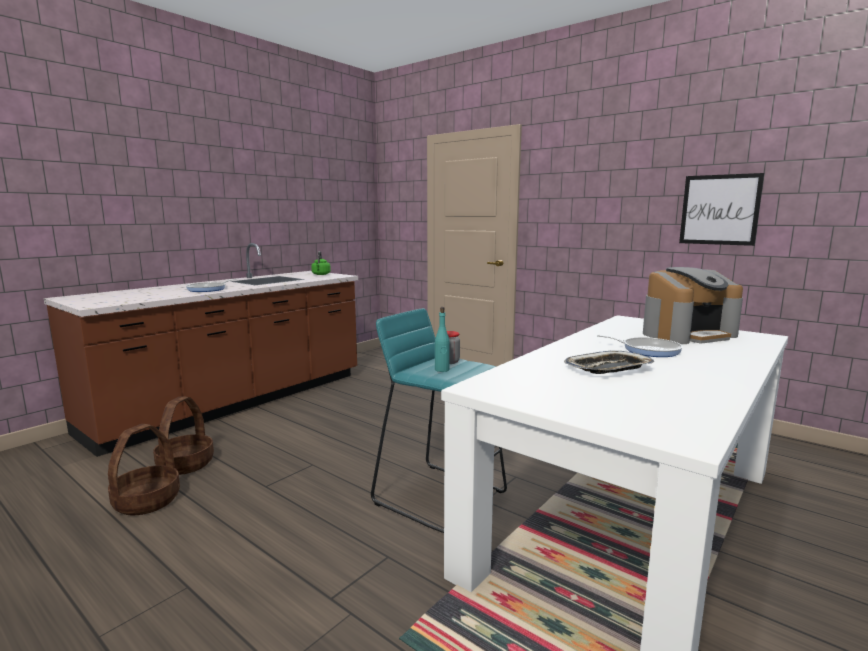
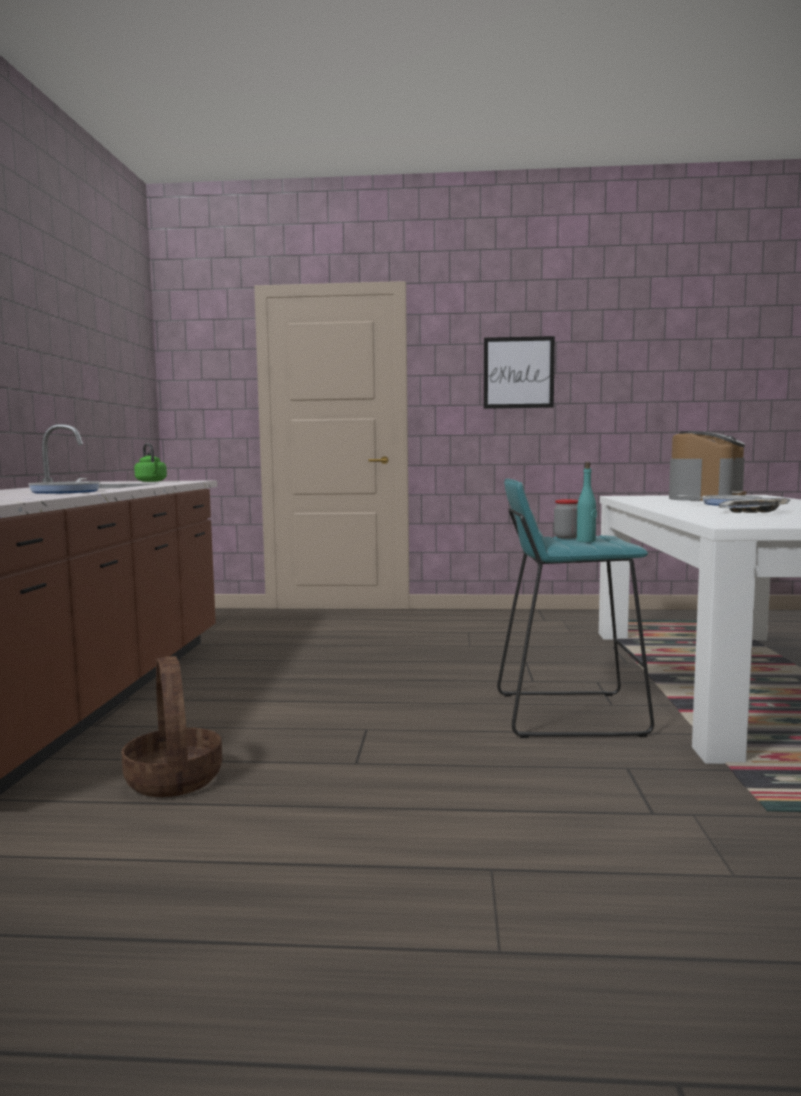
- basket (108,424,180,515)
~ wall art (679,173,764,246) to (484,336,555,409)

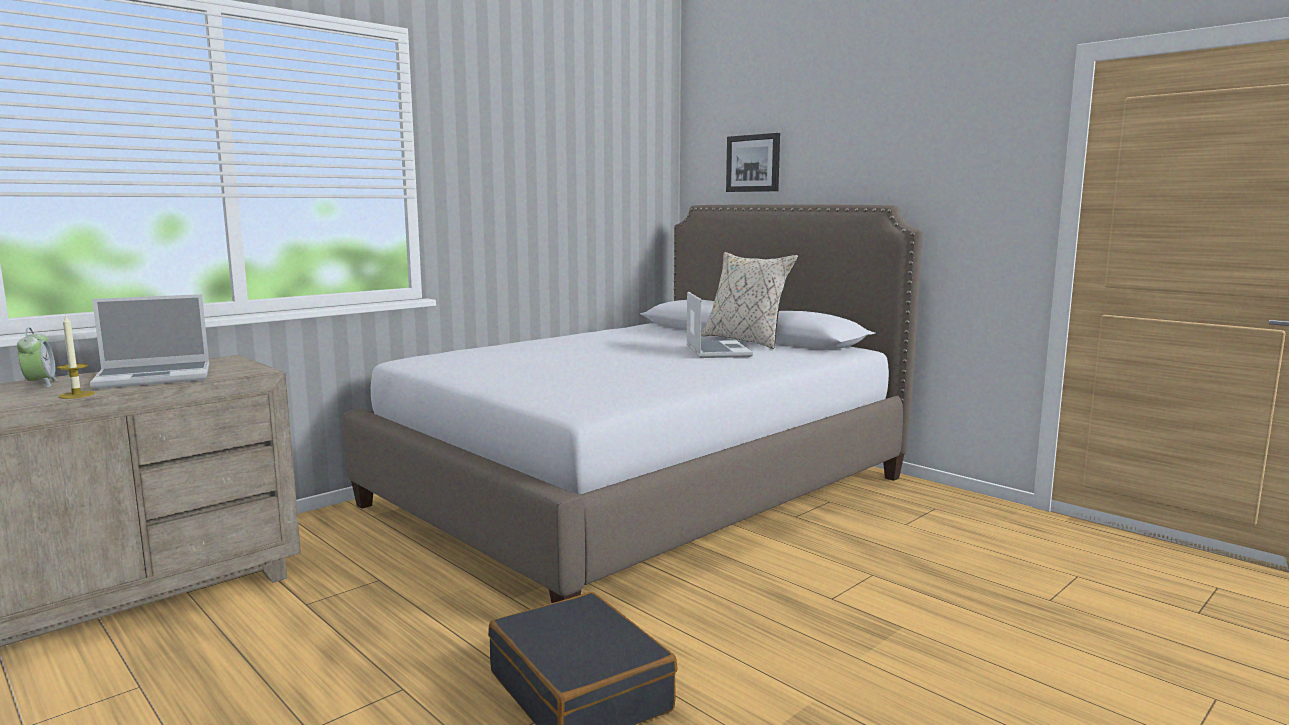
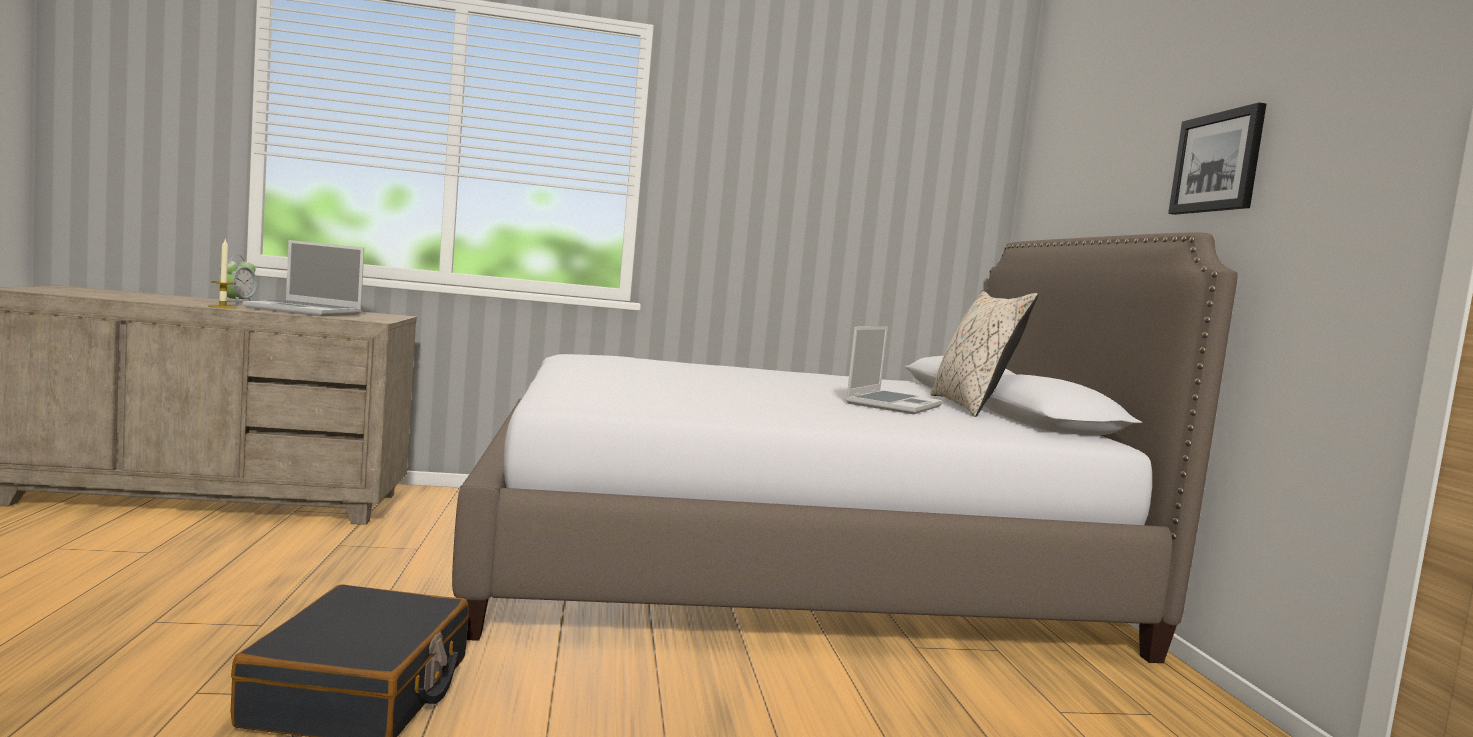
~ wall art (726,133,780,192) to (1168,103,1266,215)

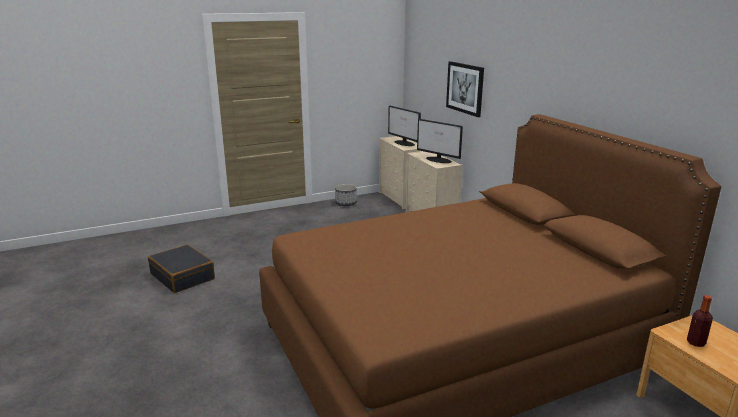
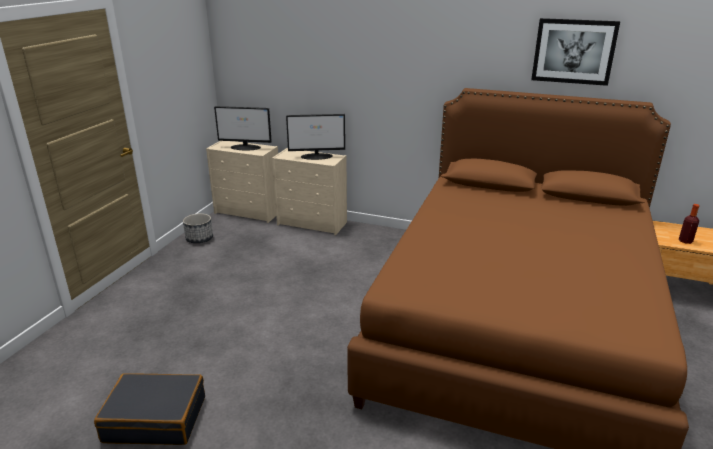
~ wall art (446,61,484,117) to (531,18,620,86)

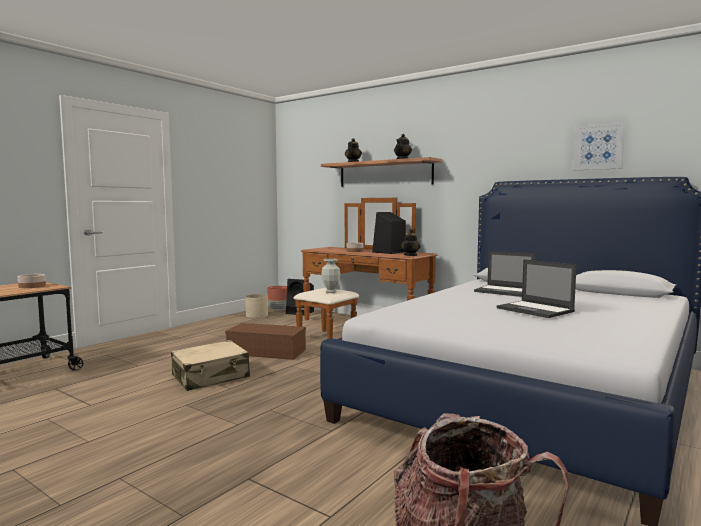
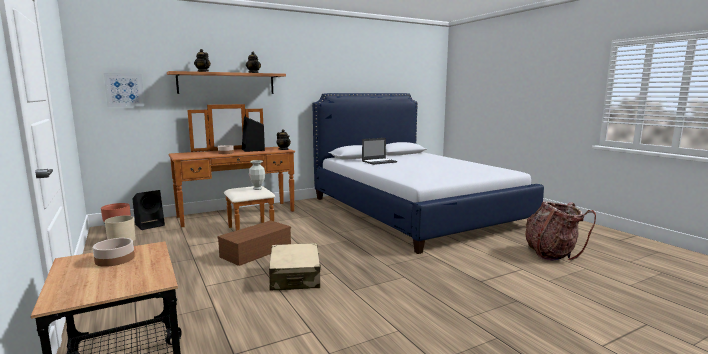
- notebook computer (496,259,577,318)
~ wall art (573,122,625,170) to (104,73,145,107)

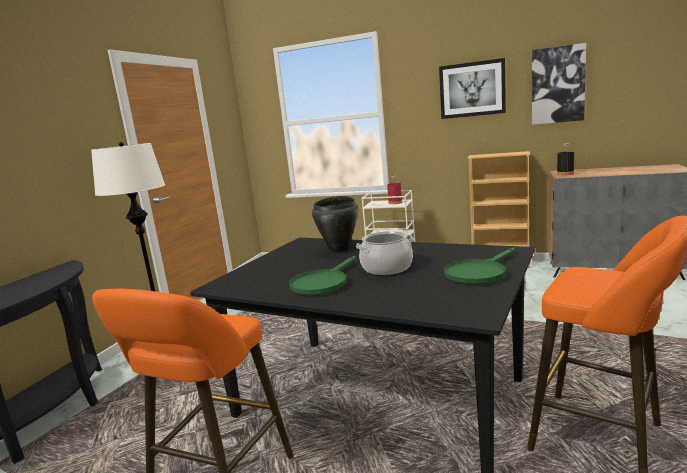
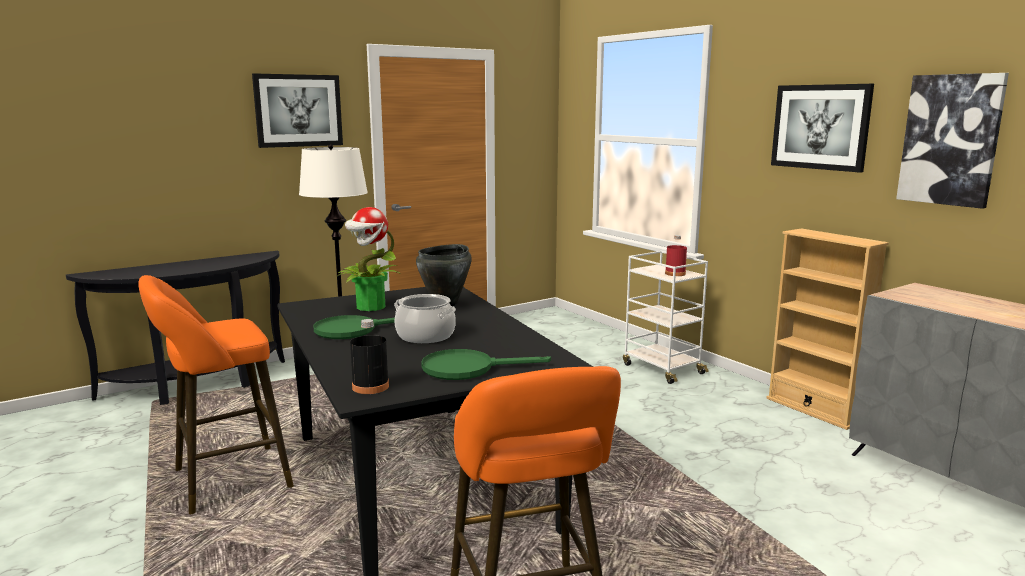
+ wall art (252,73,343,148)
+ potted plant (336,207,399,311)
~ beverage bottle (black-coloured) (557,143,574,175) to (350,319,389,394)

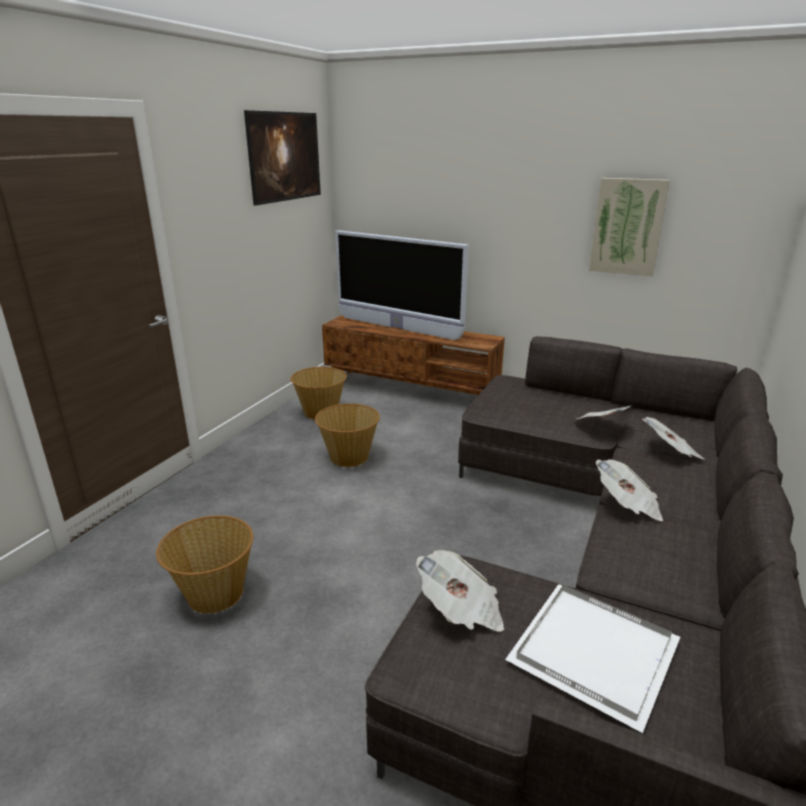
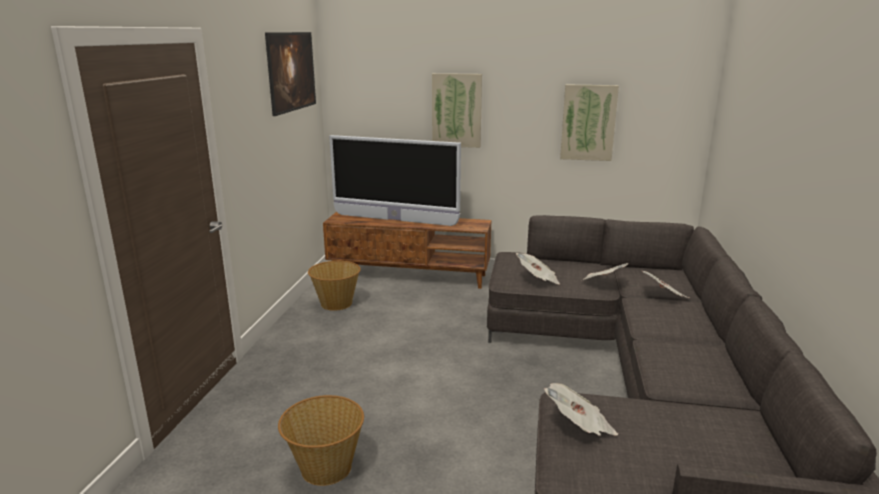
- basket (315,403,380,467)
- carrying tray (whitish) (505,584,680,733)
+ wall art (432,73,482,148)
~ daily paper (596,459,663,521) to (516,253,560,284)

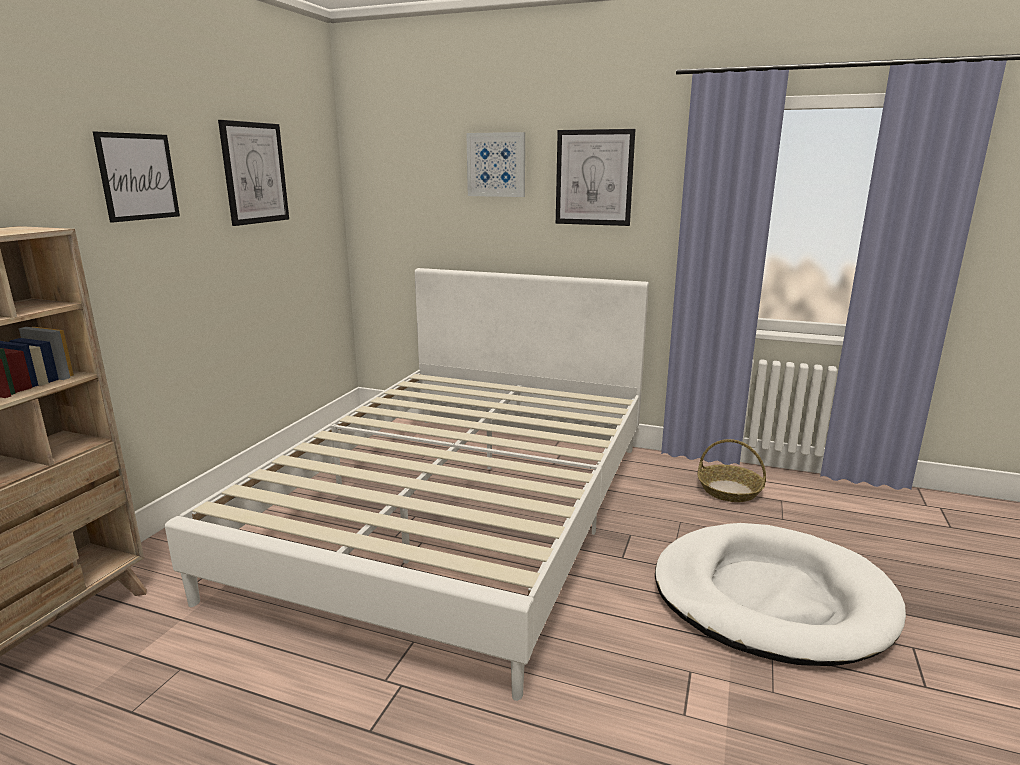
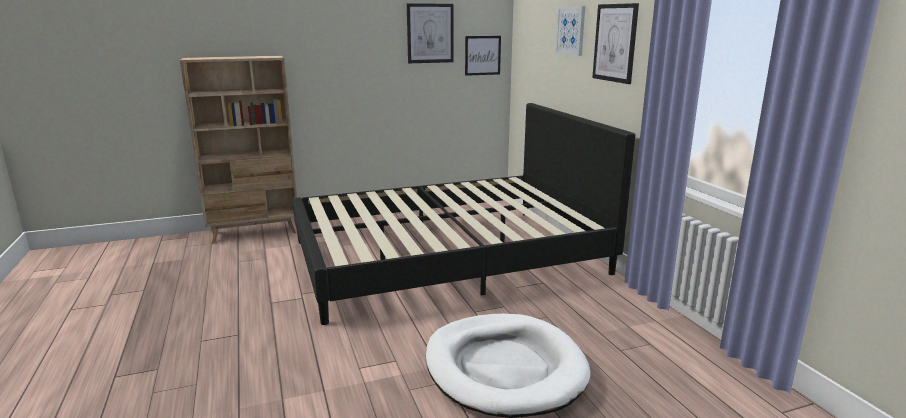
- basket (698,439,766,502)
~ wall art (93,131,180,223) to (465,36,501,76)
~ bedroom bed (whitish) (165,268,649,701) to bedroom bed (black-coloured) (293,103,635,325)

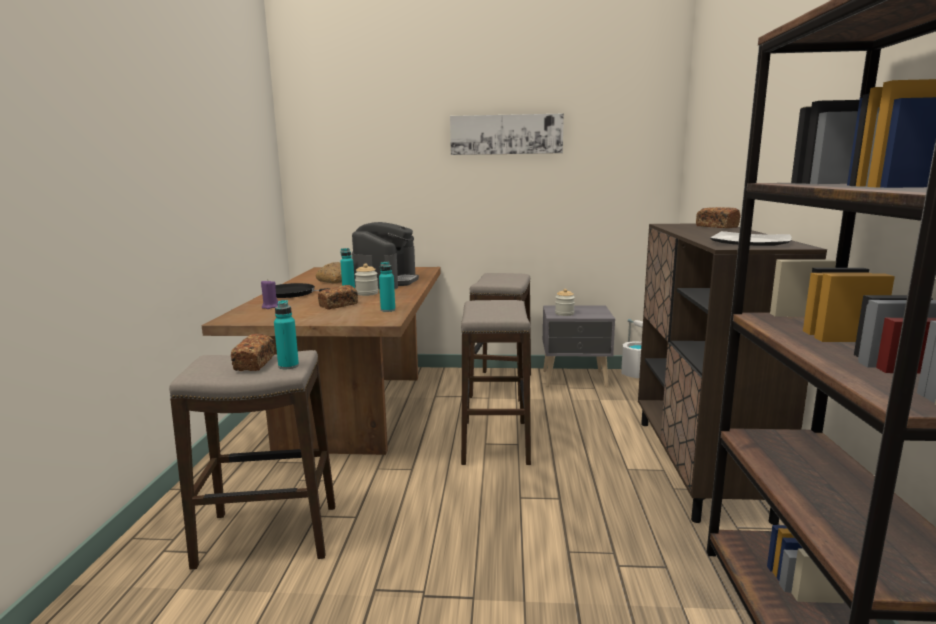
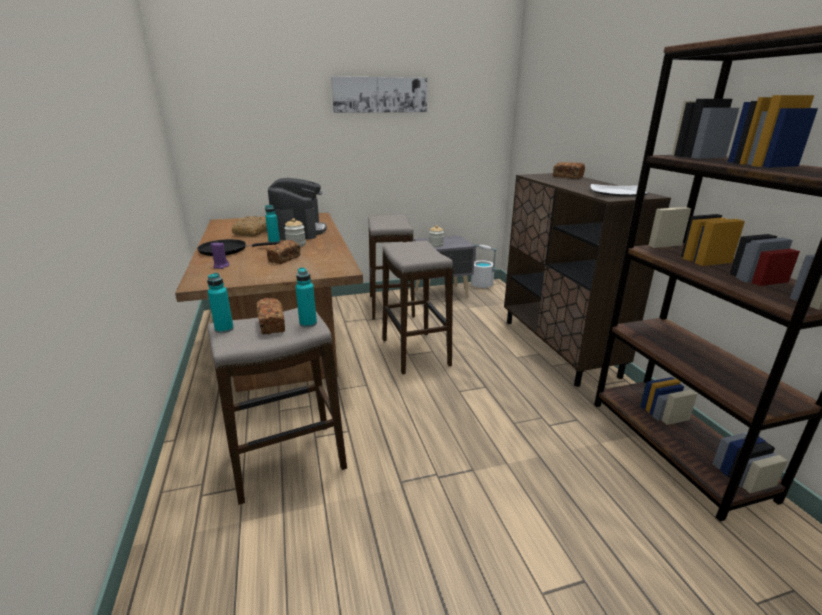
~ beverage bottle (turquoise) (379,261,395,312) to (207,273,234,333)

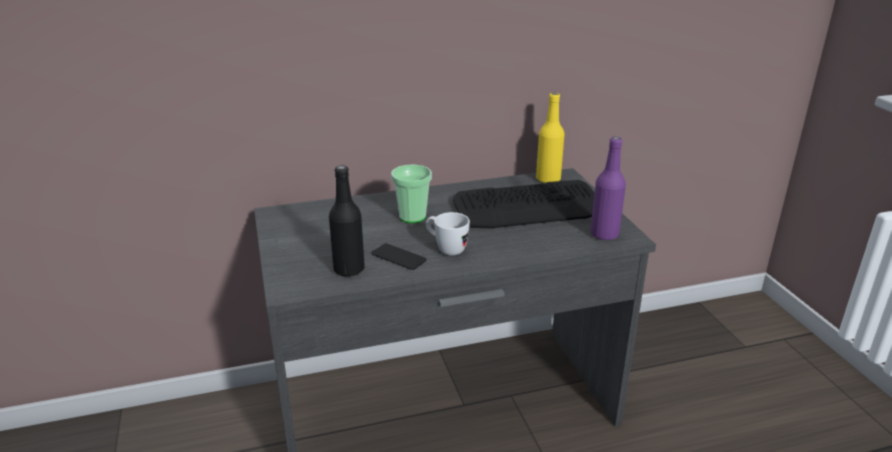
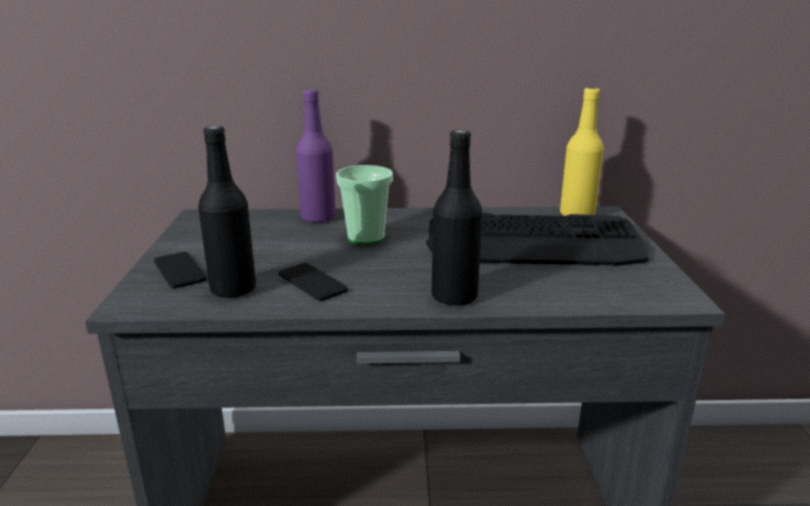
- coffee mug (whitish) (426,212,470,256)
+ handset (154,252,207,288)
+ beverage bottle (black-coloured) (432,130,482,306)
~ beverage bottle (purple) (590,137,626,240) to (296,89,336,223)

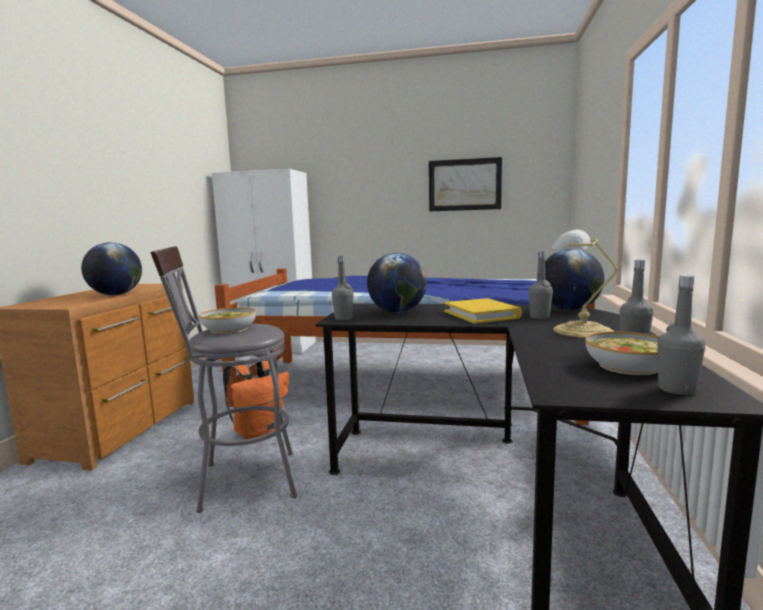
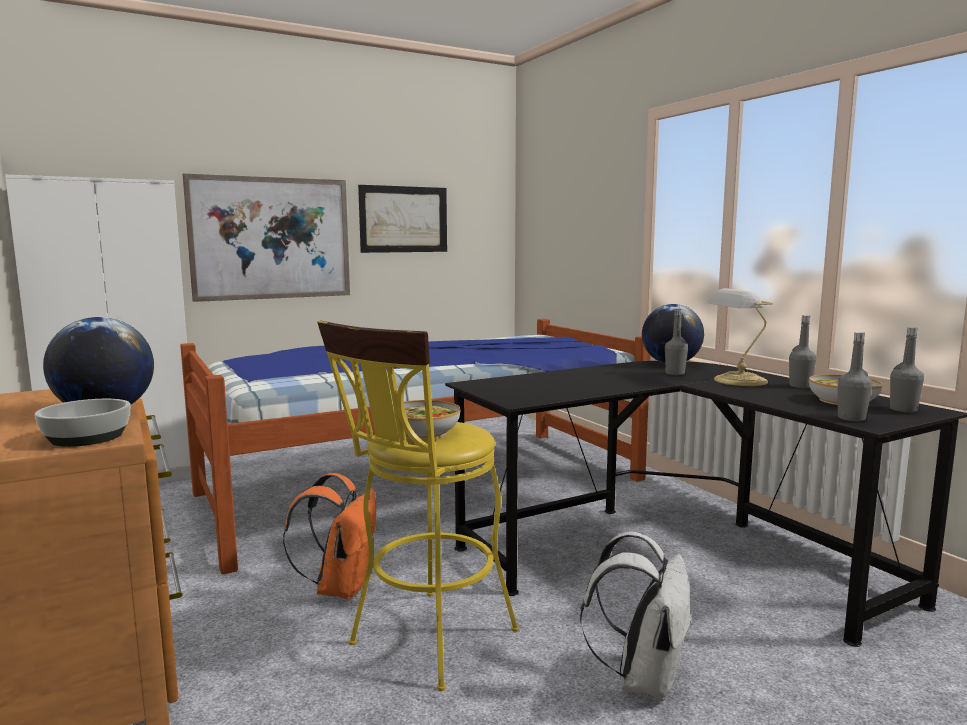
- world globe (367,253,427,313)
- book (yellow-coloured) (444,298,522,324)
+ serving bowl (35,399,130,447)
+ wall art (183,174,350,302)
+ backpack (whitish) (580,532,692,700)
~ beverage bottle (gray) (332,256,354,320) to (838,332,872,421)
~ sitting stool (gray) (150,246,297,513) to sitting stool (yellow-coloured) (317,320,519,691)

